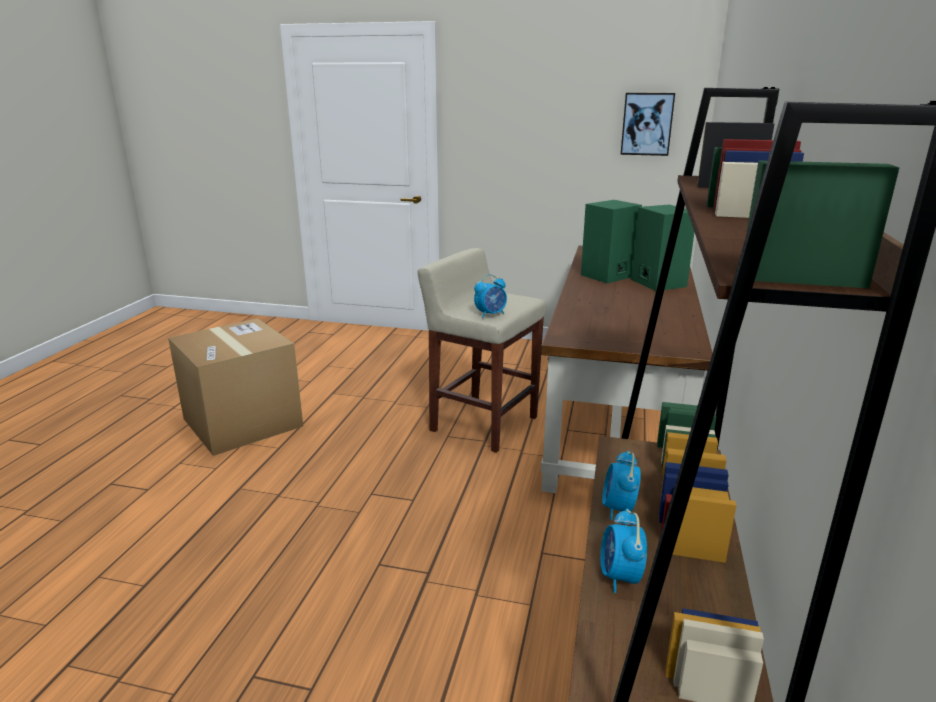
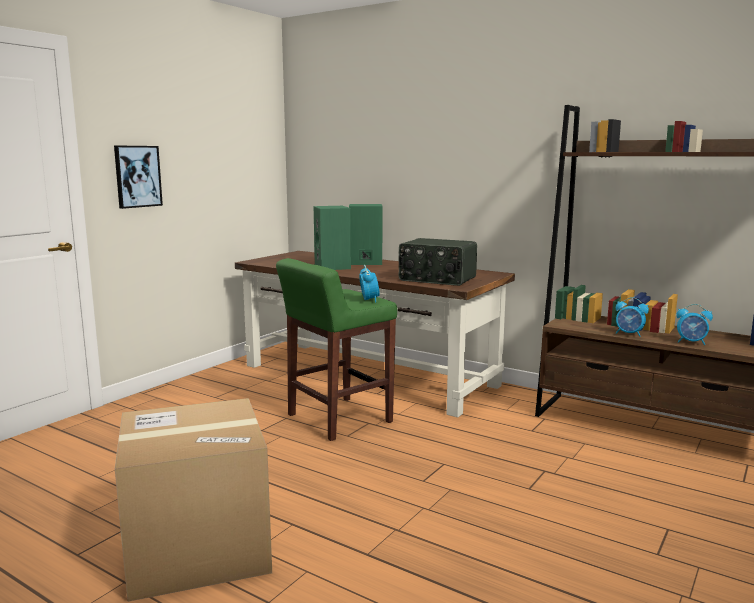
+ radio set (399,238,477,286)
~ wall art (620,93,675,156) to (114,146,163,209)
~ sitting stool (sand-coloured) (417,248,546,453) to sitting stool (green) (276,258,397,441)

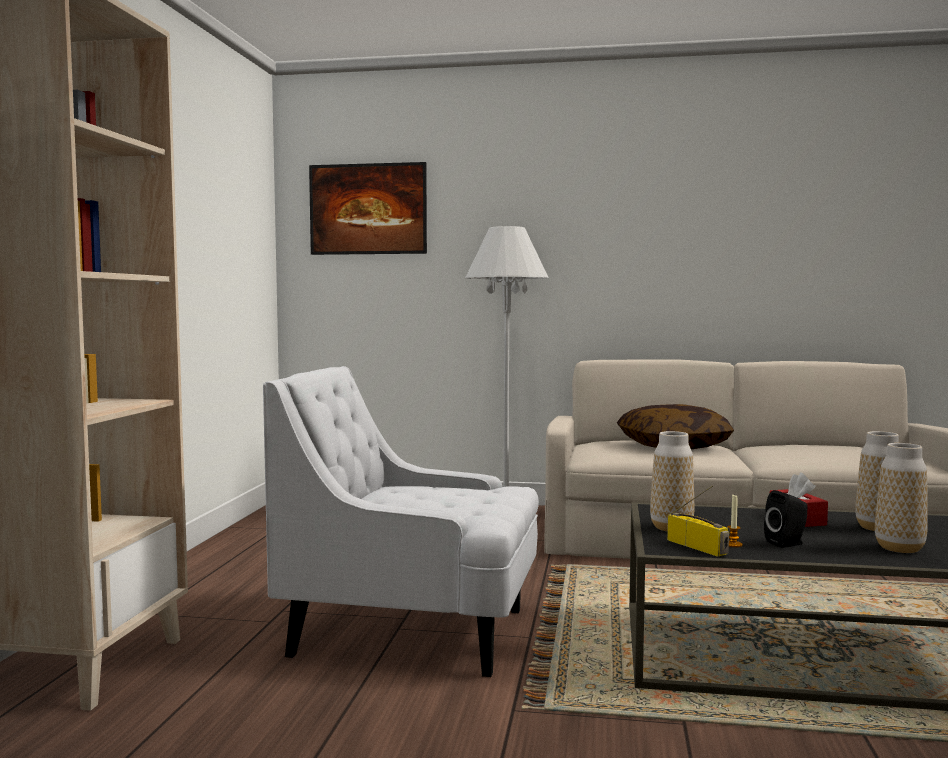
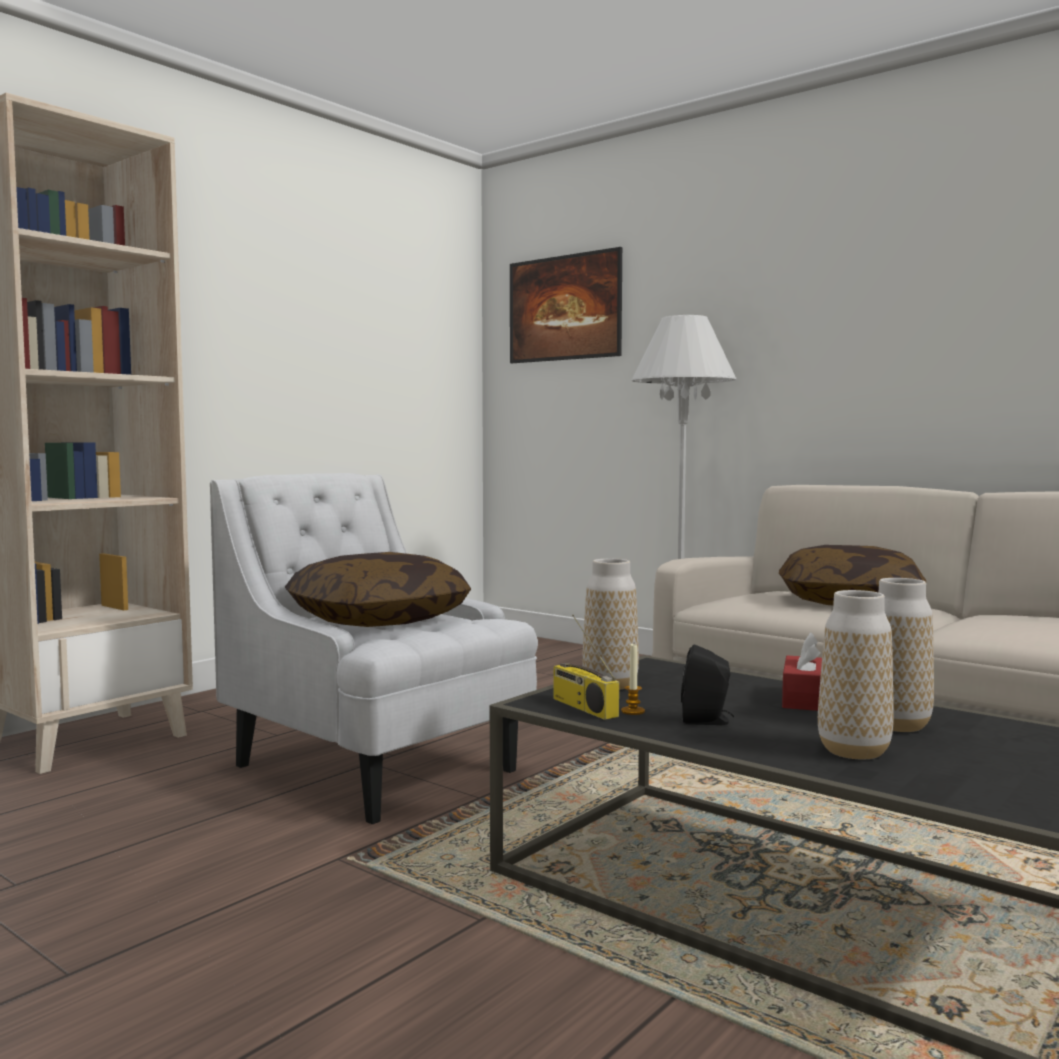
+ pillow (285,552,471,627)
~ radio set (667,485,729,557) = (553,615,619,720) 150 degrees clockwise

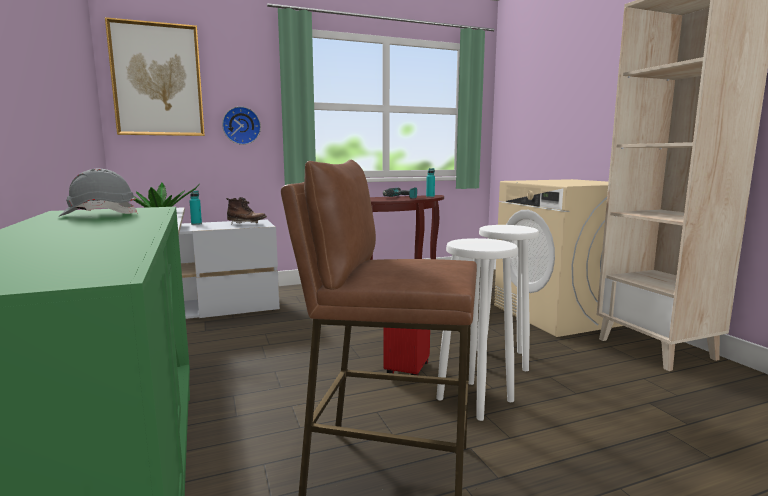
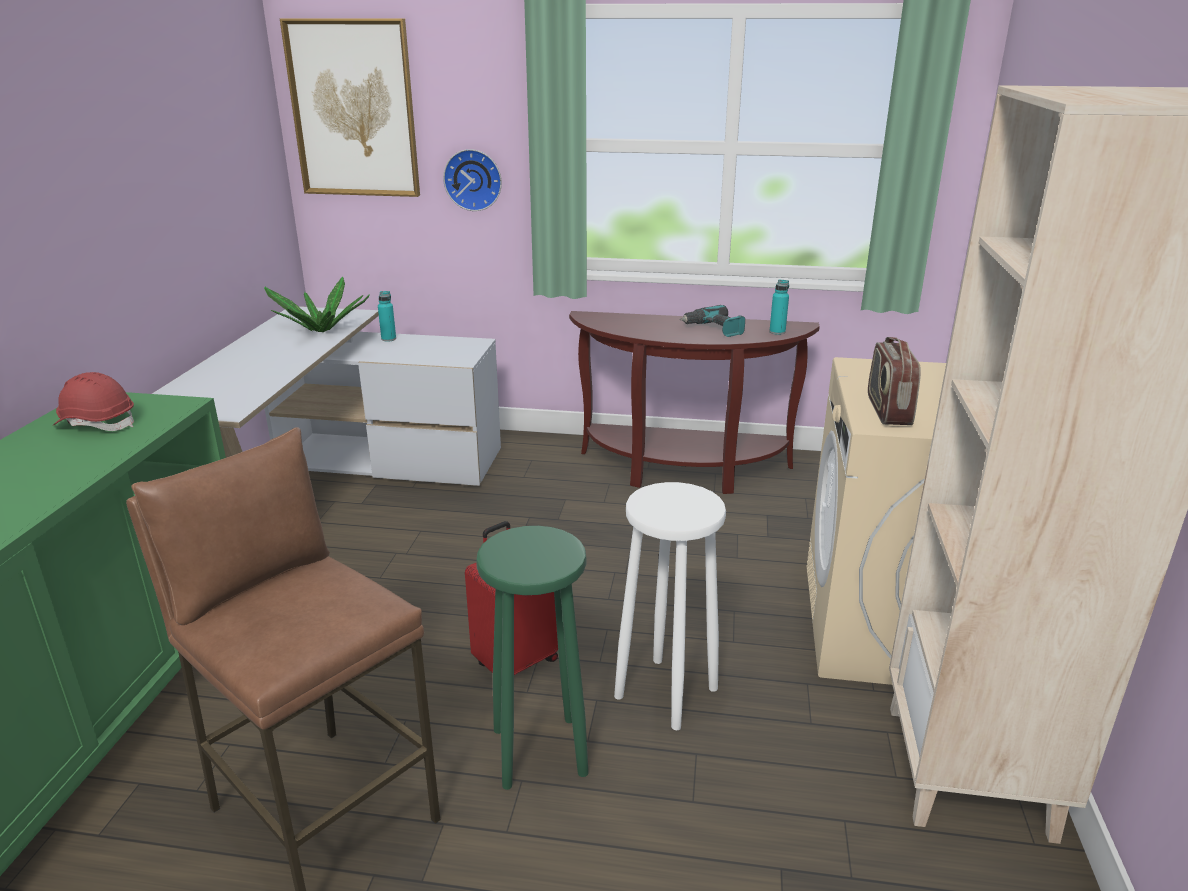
- tall boot (brownish) (226,197,267,224)
+ radio set (868,337,921,425)
~ safety helmet (gray) (58,169,137,217) to safety helmet (red-coloured) (53,372,134,431)
~ sitting stool (whitish) (436,238,518,421) to sitting stool (green) (476,526,589,790)

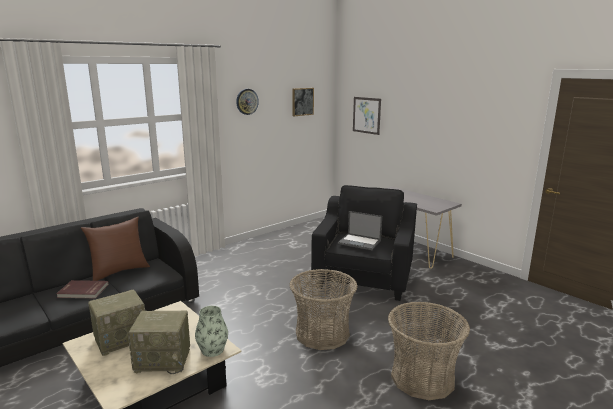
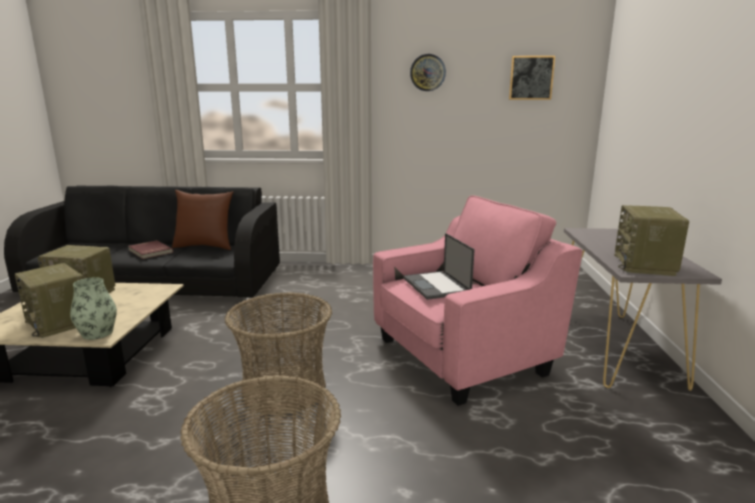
- wall art (353,97,381,135)
+ radio set (614,205,689,276)
~ lounge chair (black-coloured) (311,185,417,301) to lounge chair (pink) (373,195,583,406)

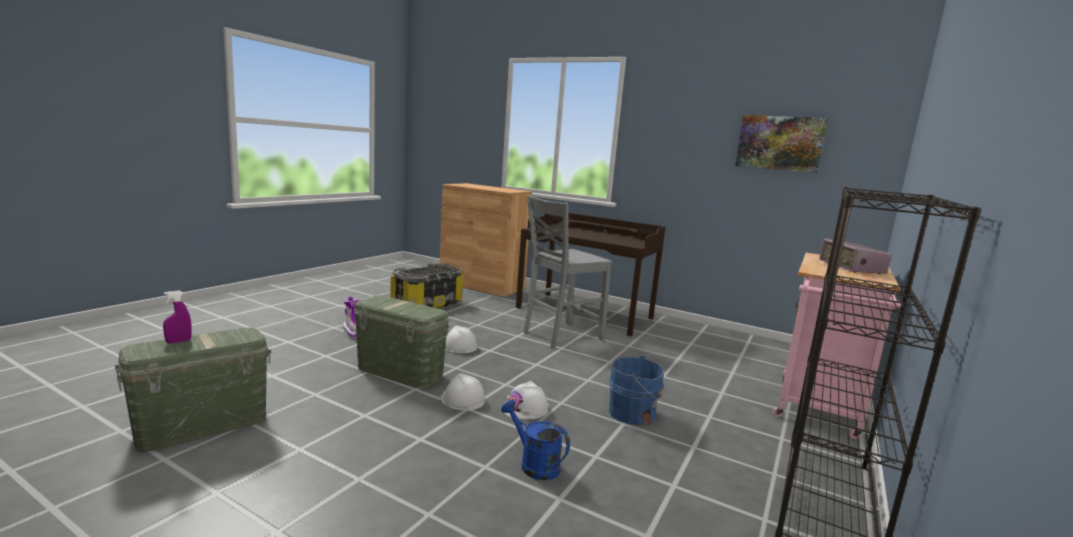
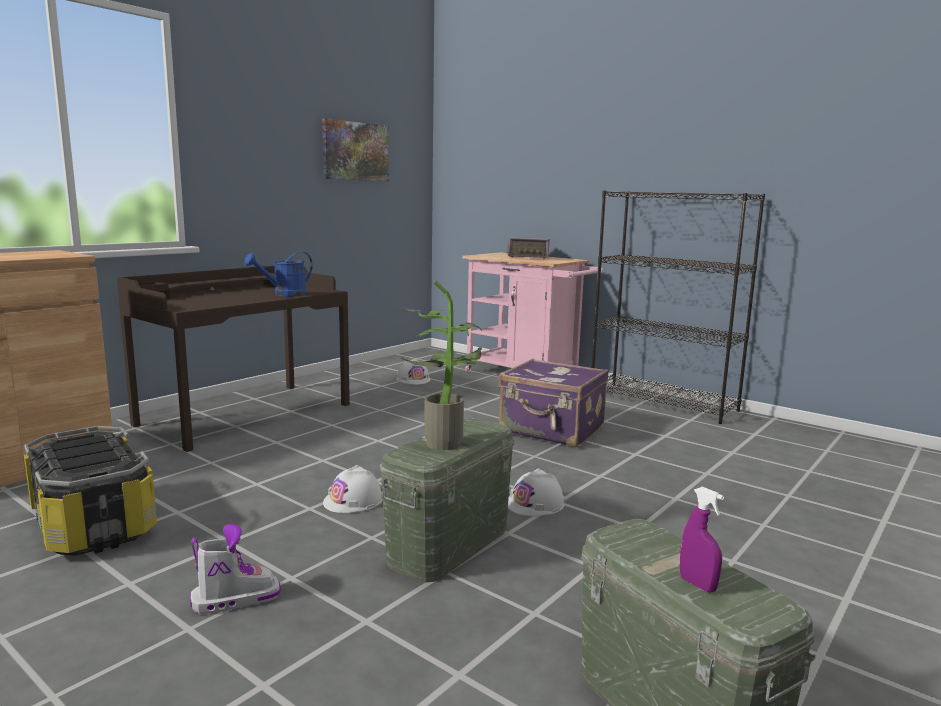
- chair (gray) (523,195,612,349)
+ potted plant (400,281,482,450)
~ watering can (blue) (501,400,570,480) to (244,252,313,297)
~ safety helmet (whitish) (503,381,549,420) to (396,359,431,385)
~ pail (blue) (609,355,664,425) to travel case (purple) (498,359,608,448)

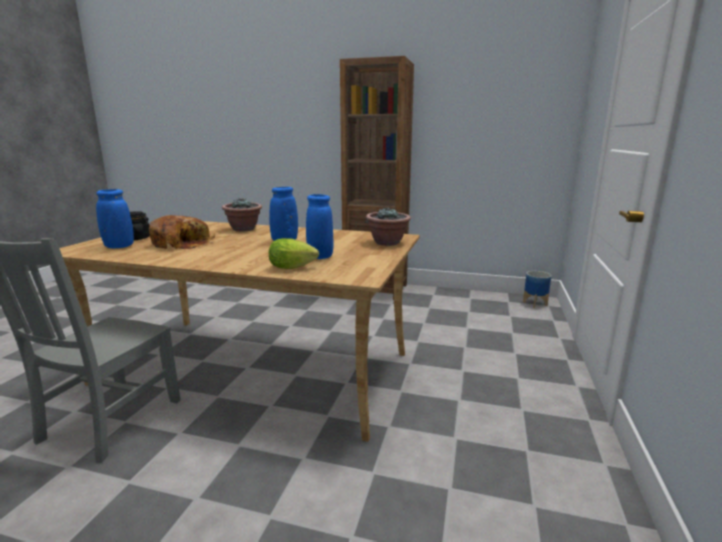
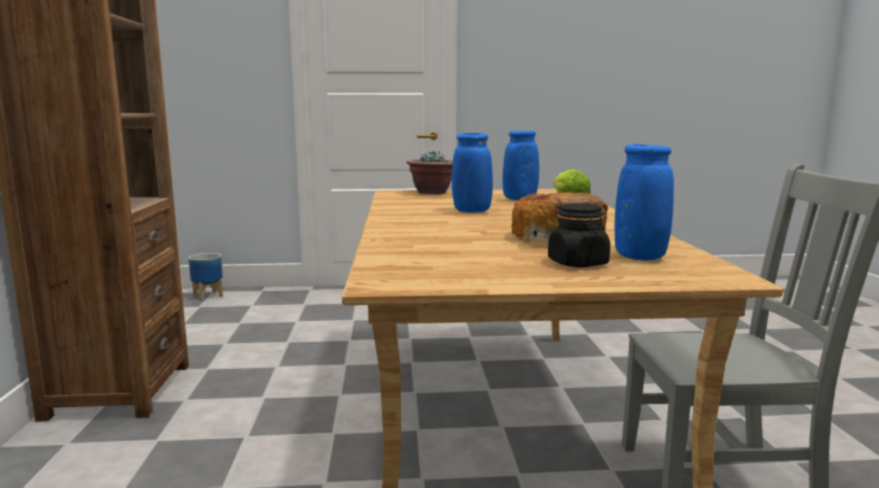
- potted plant (222,198,262,232)

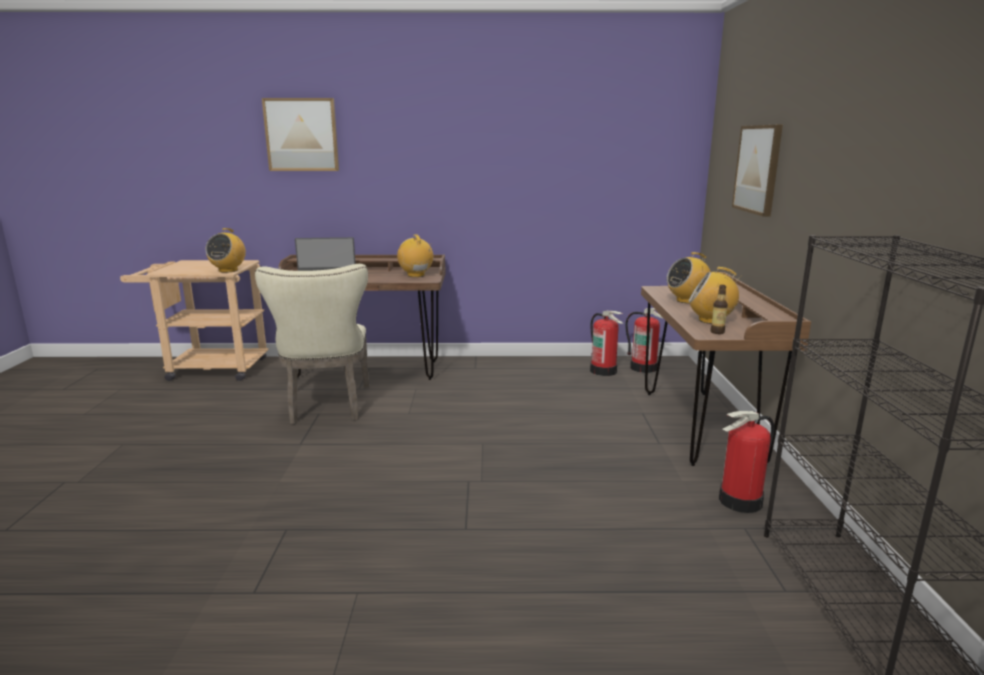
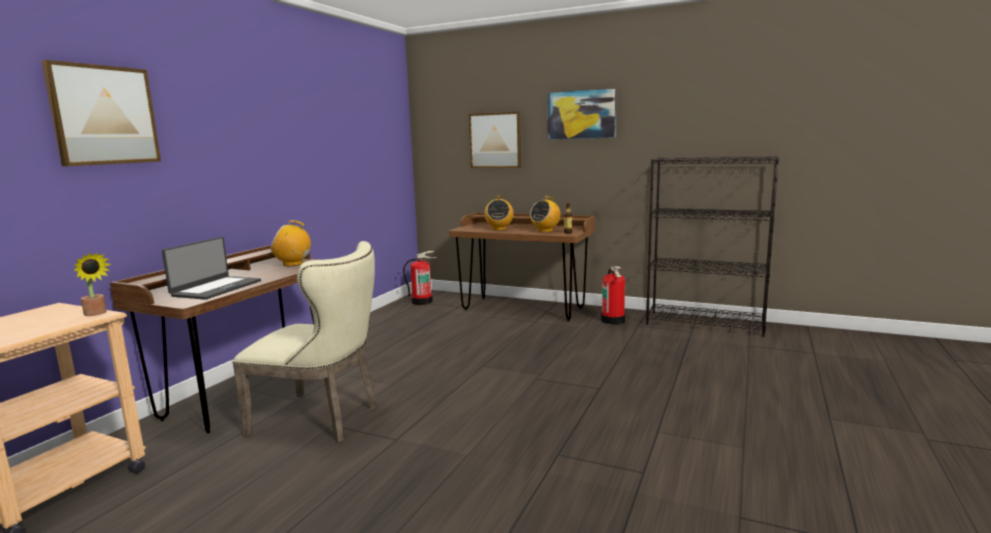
- fire extinguisher (590,311,624,376)
+ wall art (547,89,616,139)
~ radio set (206,228,246,273) to potted plant (73,252,111,316)

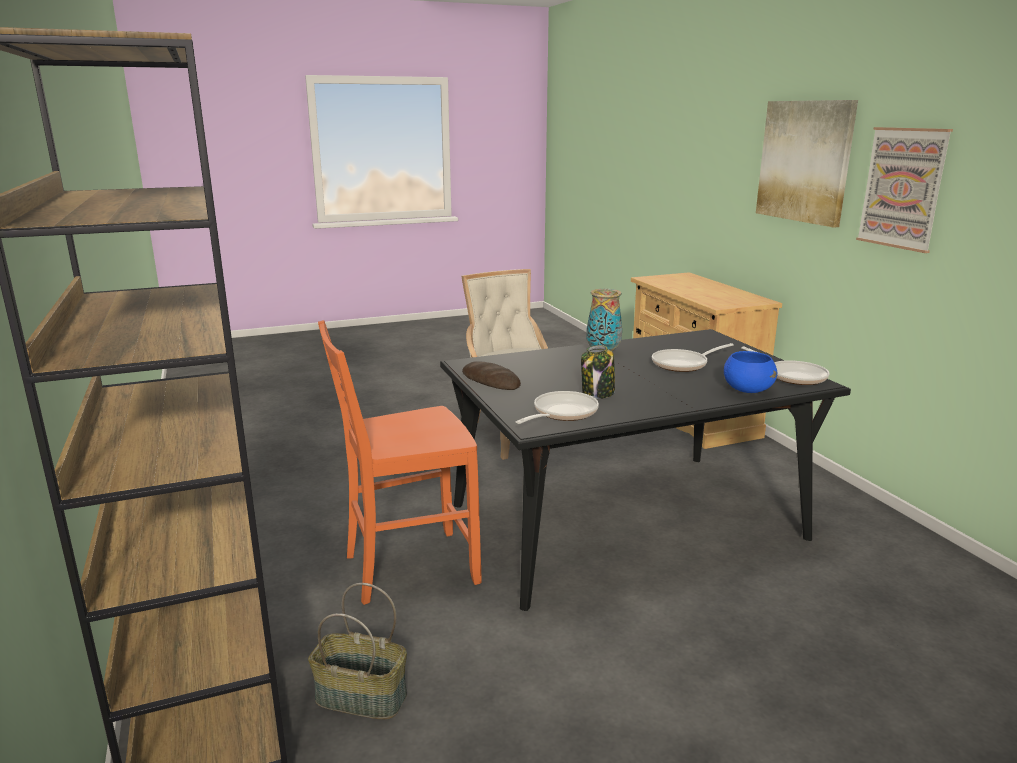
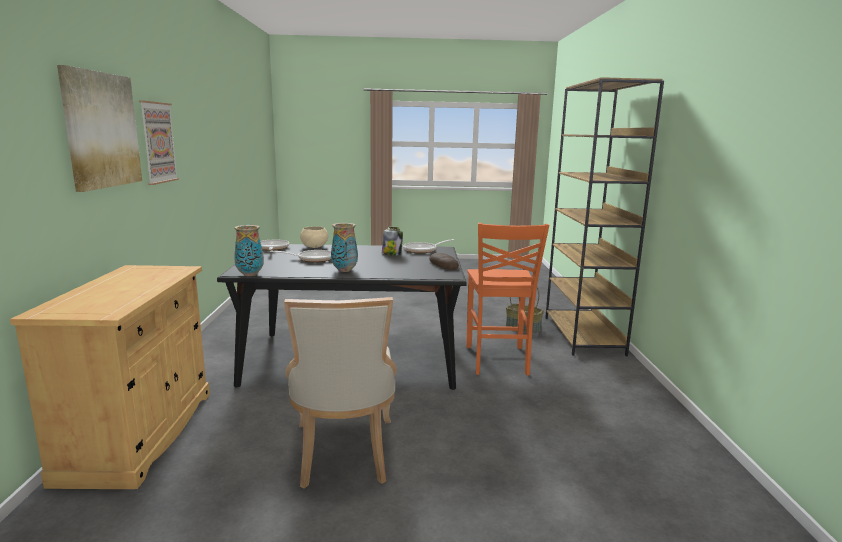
+ flower vase (234,225,264,276)
~ serving bowl (blue) (724,351,778,393) to serving bowl (sand-coloured) (300,226,328,248)
~ chair (orangey) (318,320,481,605) = (466,223,549,375) 90 degrees clockwise

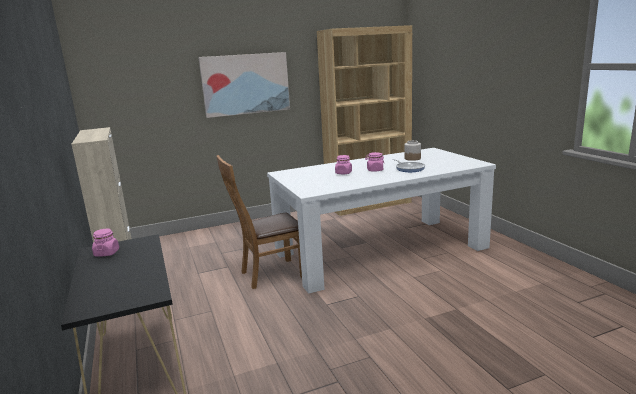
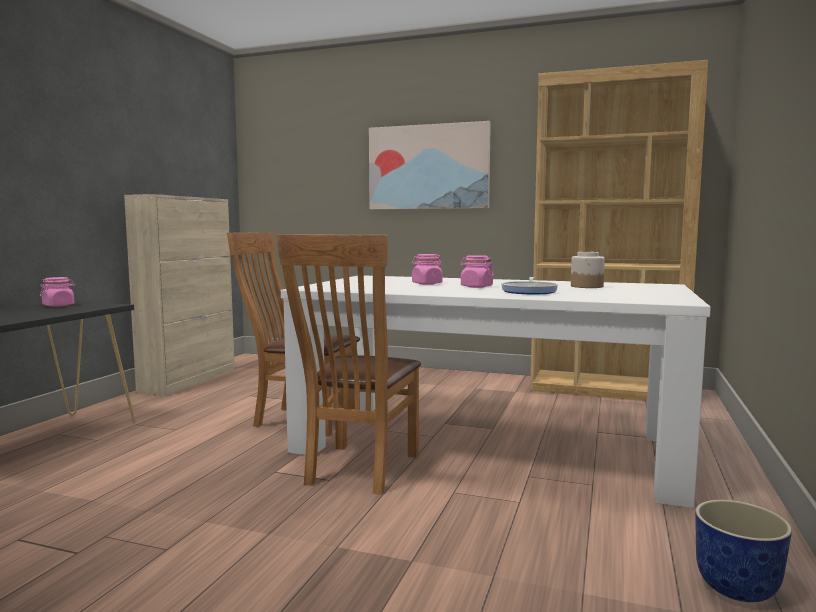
+ chair (brownish) (276,234,421,495)
+ planter (695,500,792,602)

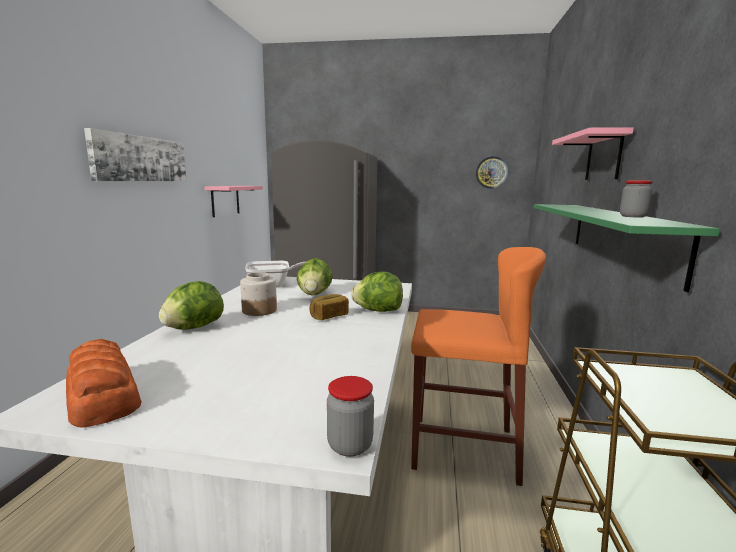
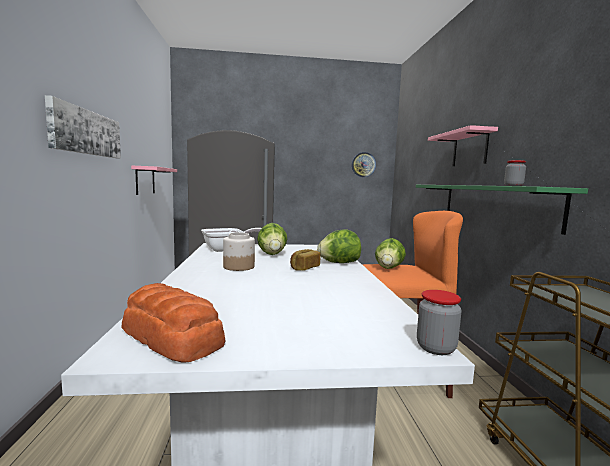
~ lettuce (159,281,224,330) to (375,238,406,269)

